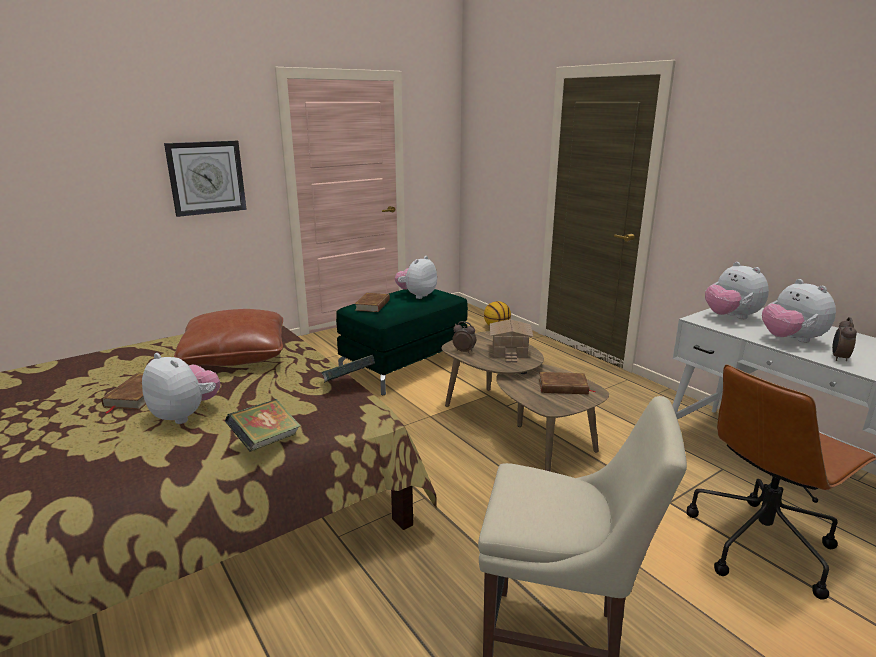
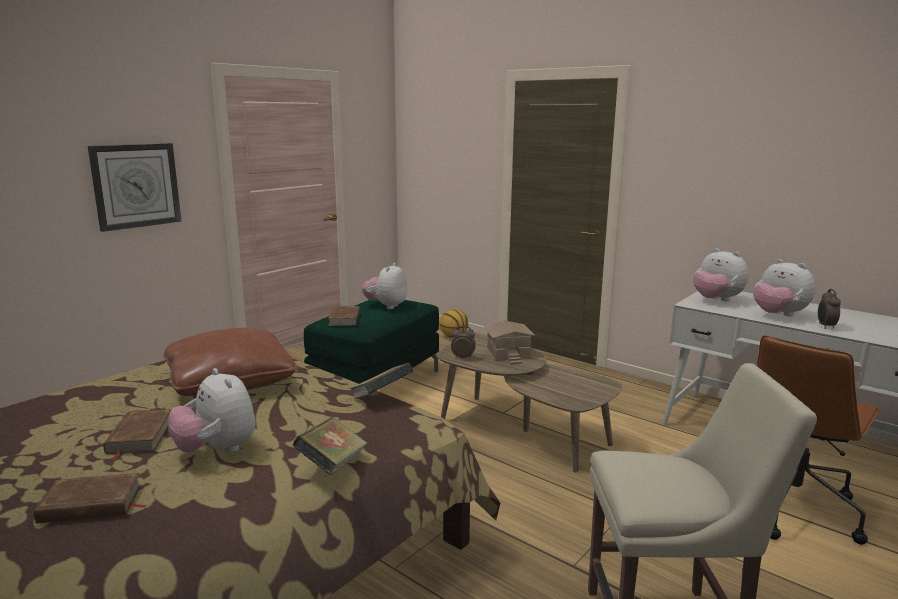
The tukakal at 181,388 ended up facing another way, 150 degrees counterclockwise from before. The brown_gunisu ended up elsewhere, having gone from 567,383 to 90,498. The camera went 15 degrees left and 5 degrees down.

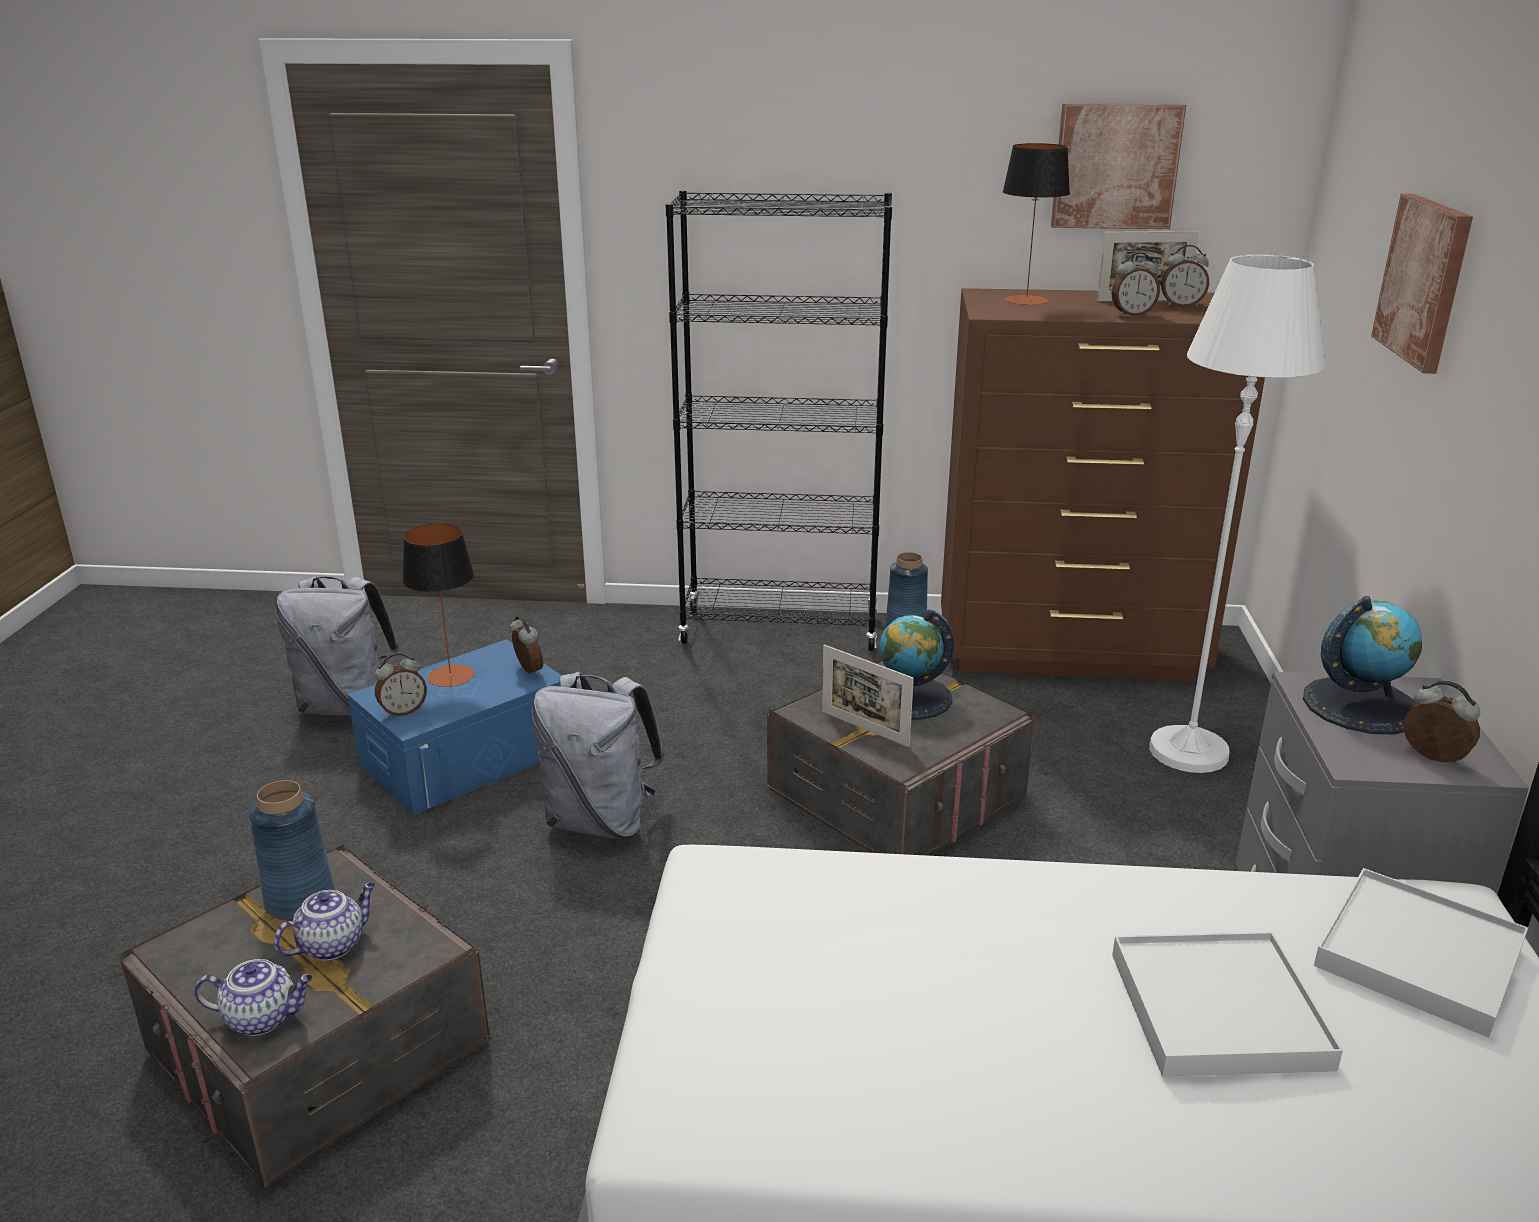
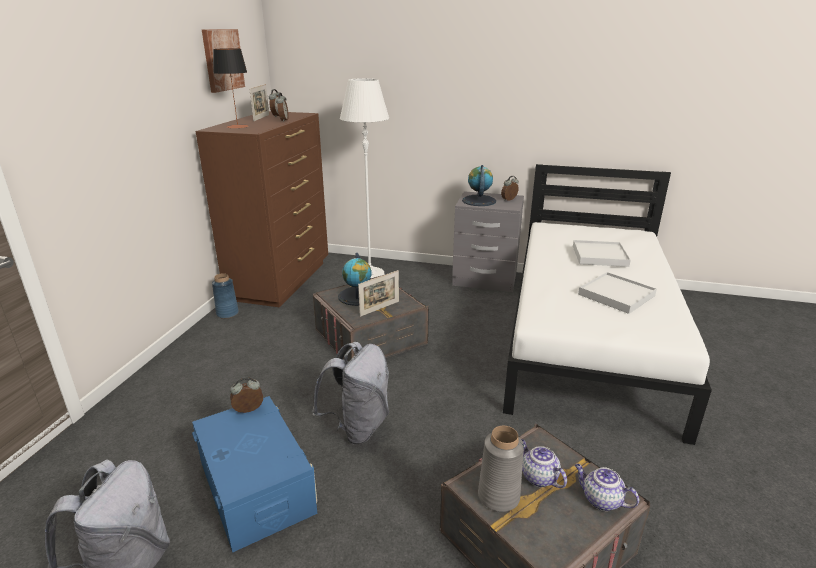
The second view lost the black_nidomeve at 779,420. The second view lost the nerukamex at 1422,284. The second view lost the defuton at 438,605. The second view lost the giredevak at 401,685. What was the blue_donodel at 292,850 turned into the grey_donodel at 501,469. The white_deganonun ended up elsewhere, having gone from 1421,953 to 617,293. The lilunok at 253,997 ended up facing another way, 60 degrees counterclockwise from before. The camera went 80 degrees left and 0 degrees up.

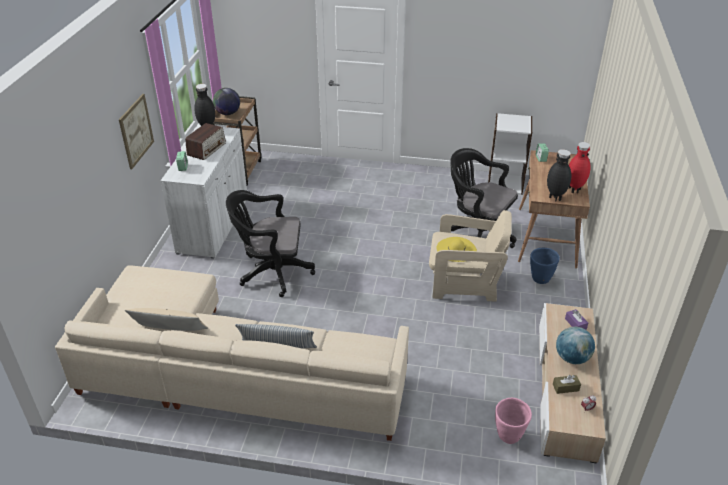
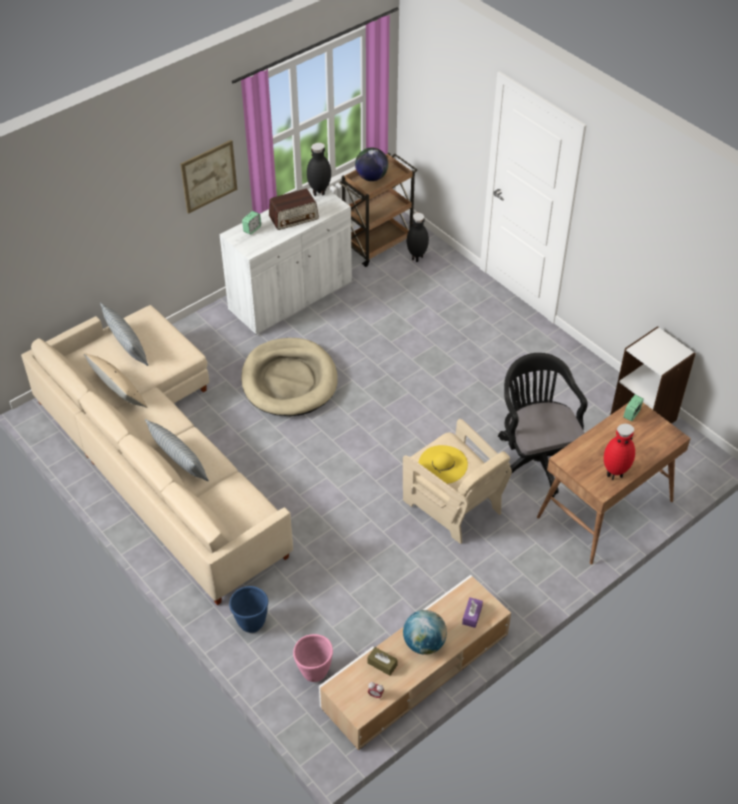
The black_donodel ended up elsewhere, having gone from 559,175 to 418,237. Where the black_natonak stood at 270,243, the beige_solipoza came to stand at 289,377. The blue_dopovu ended up elsewhere, having gone from 545,266 to 248,609. The second view gained the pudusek at 124,334. The camera went 40 degrees right and 10 degrees up.

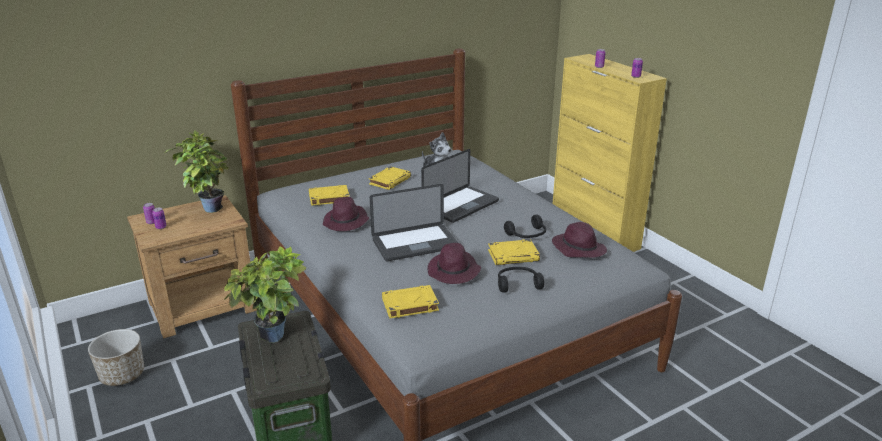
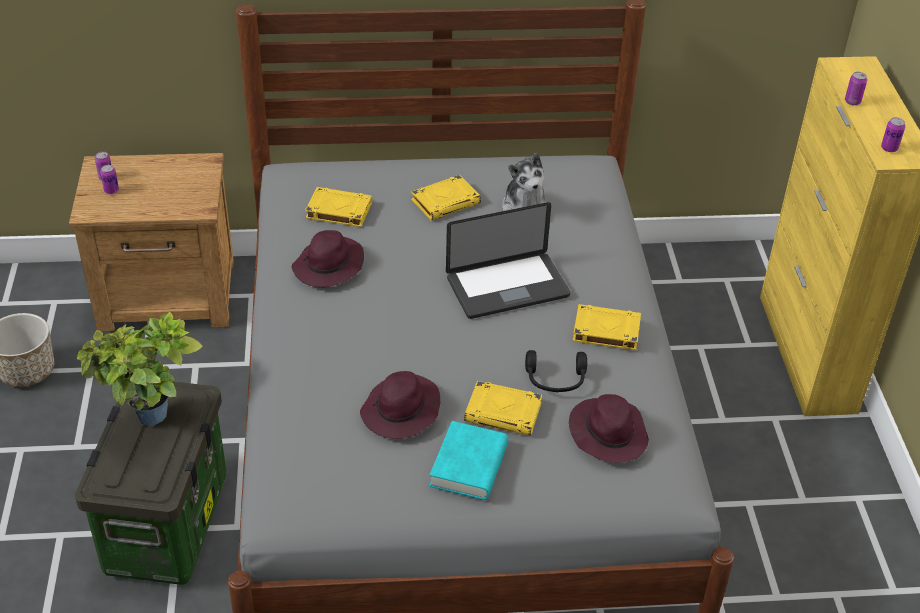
The second view lost the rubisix at 196,171. The second view lost the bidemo at 414,222. Where the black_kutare stood at 521,280, the turquoise_gunisu came to stand at 468,460. The yellow_gunisu ended up elsewhere, having gone from 410,301 to 607,327. The camera went 25 degrees right and 15 degrees up.

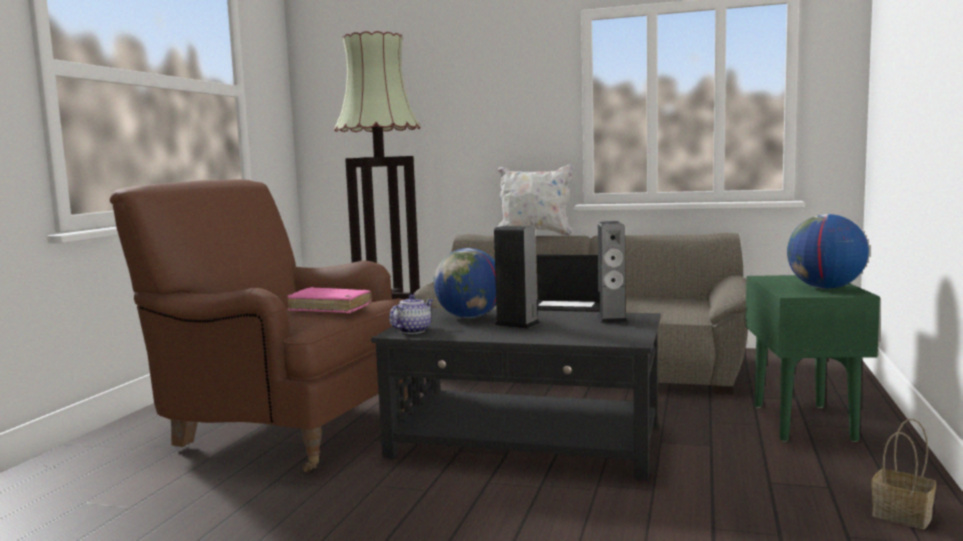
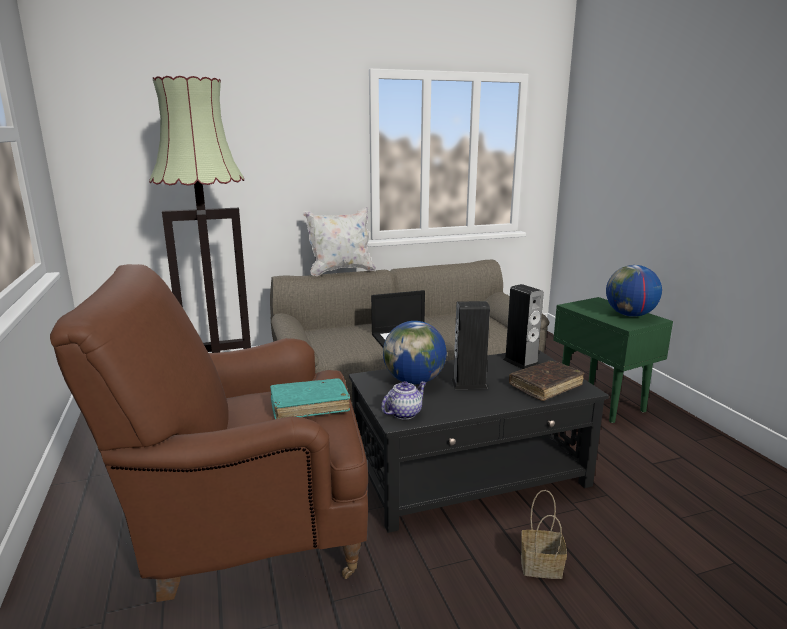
What was the pink_gunisu at 329,300 turned into the turquoise_gunisu at 310,398. The lilunok at 411,314 ended up facing another way, 45 degrees clockwise from before. The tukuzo ended up elsewhere, having gone from 903,474 to 544,534. The second view gained the brown_gunisu at 546,381. The camera went 35 degrees left and 10 degrees up.

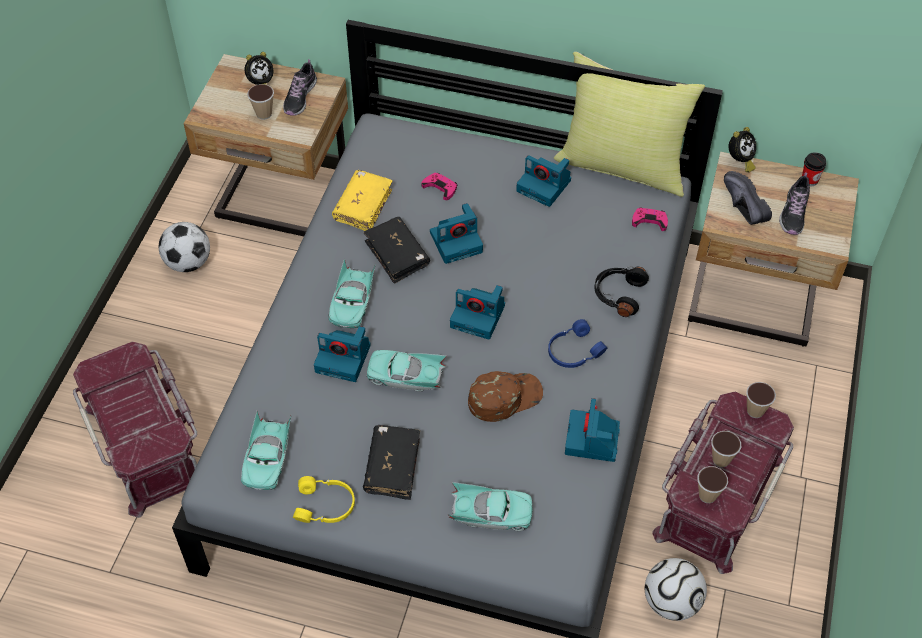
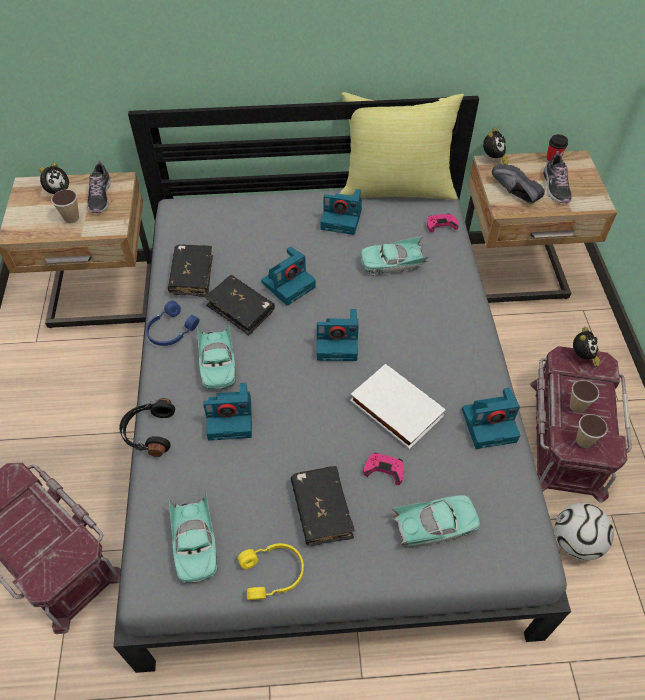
What was the yellow_gunisu at 362,200 turned into the black_gunisu at 190,271. The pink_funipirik ended up elsewhere, having gone from 439,186 to 384,469. The second view lost the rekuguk at 184,247. The black_kutare ended up elsewhere, having gone from 621,291 to 147,427. The blue_kutare ended up elsewhere, having gone from 577,343 to 173,323. The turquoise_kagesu ended up elsewhere, having gone from 407,371 to 395,255. Where the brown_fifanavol stood at 505,396, the white_gunisu came to stand at 398,406. Where the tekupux stood at 761,400, the giredevak came to stand at 586,347. The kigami at 592,430 ended up facing another way, 90 degrees counterclockwise from before. The camera went 20 degrees left and 0 degrees up.

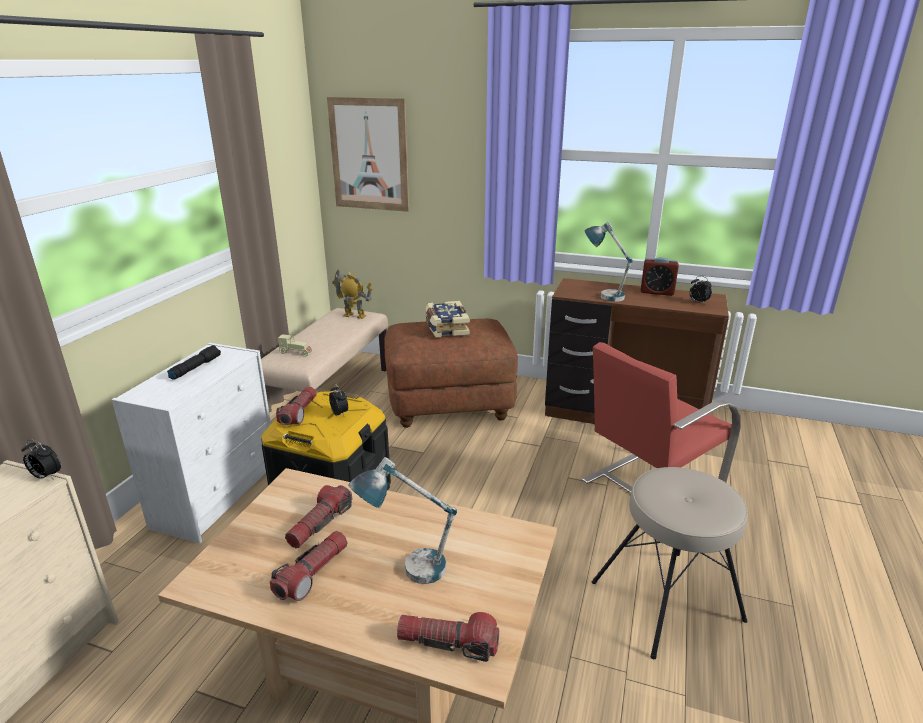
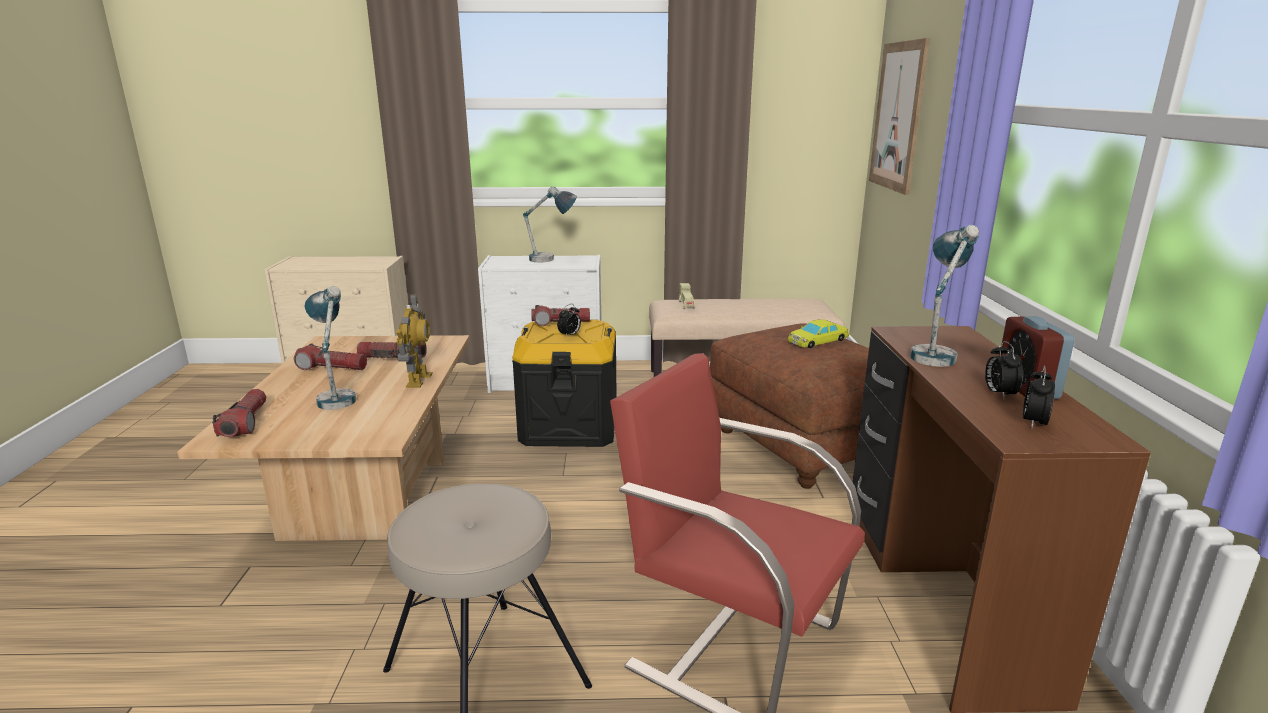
The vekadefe ended up elsewhere, having gone from 352,293 to 414,341. Where the gunisu stood at 448,319, the yellow_kagesu came to stand at 818,333. Where the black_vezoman stood at 194,362, the defuton came to stand at 550,224. The giredevak ended up elsewhere, having gone from 41,459 to 1004,370. The camera went 70 degrees right and 5 degrees down.

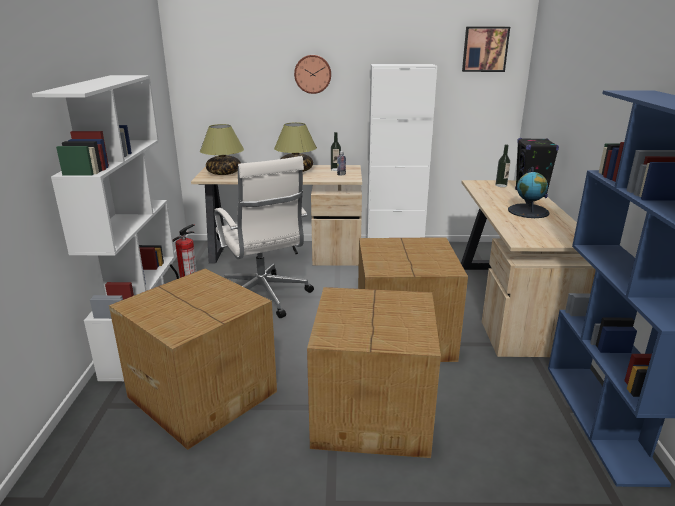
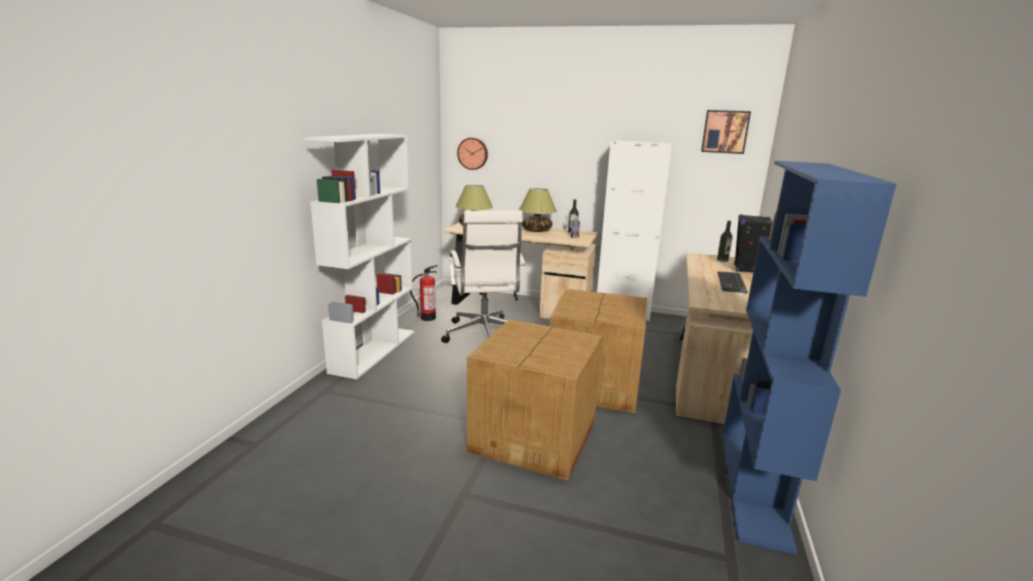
The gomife ended up elsewhere, having gone from 312,74 to 472,154. Where the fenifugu stood at 529,192, the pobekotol came to stand at 732,282. The second view lost the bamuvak at 193,359. The camera went 15 degrees right and 5 degrees down.

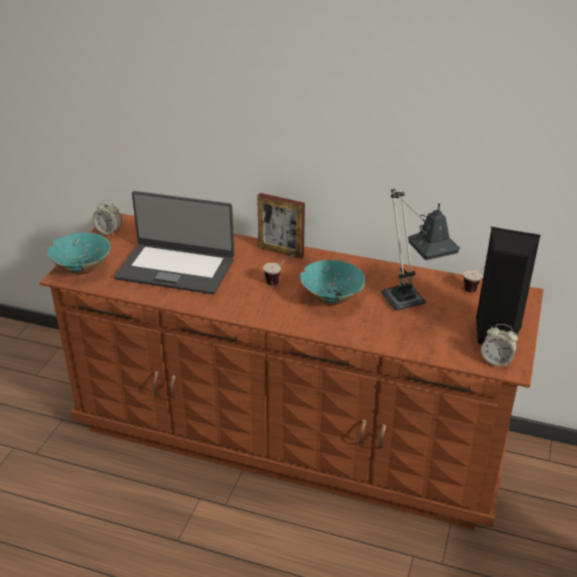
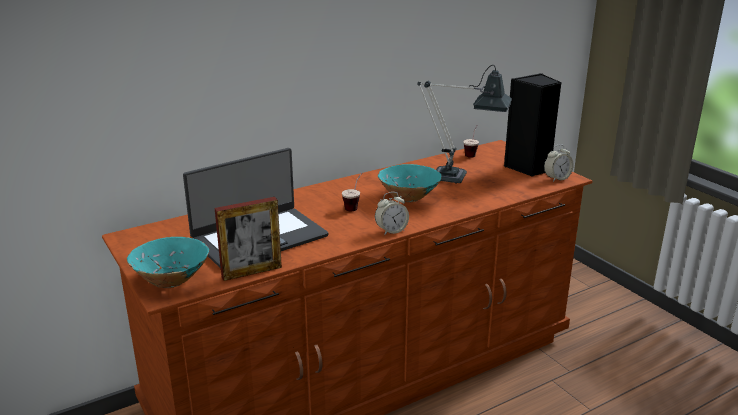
The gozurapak ended up elsewhere, having gone from 281,226 to 248,239. The giredevak ended up elsewhere, having gone from 107,218 to 392,213. The camera went 50 degrees left and 10 degrees down.

